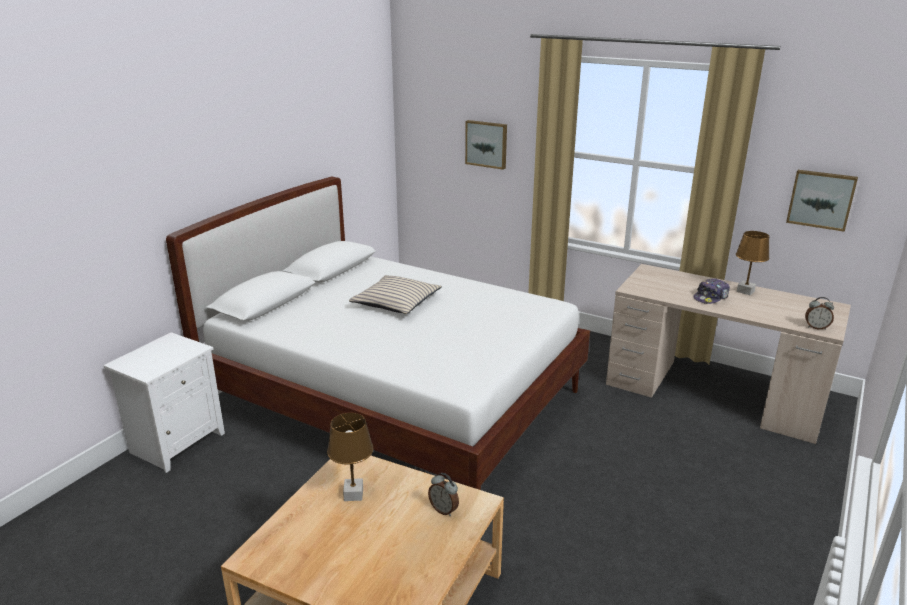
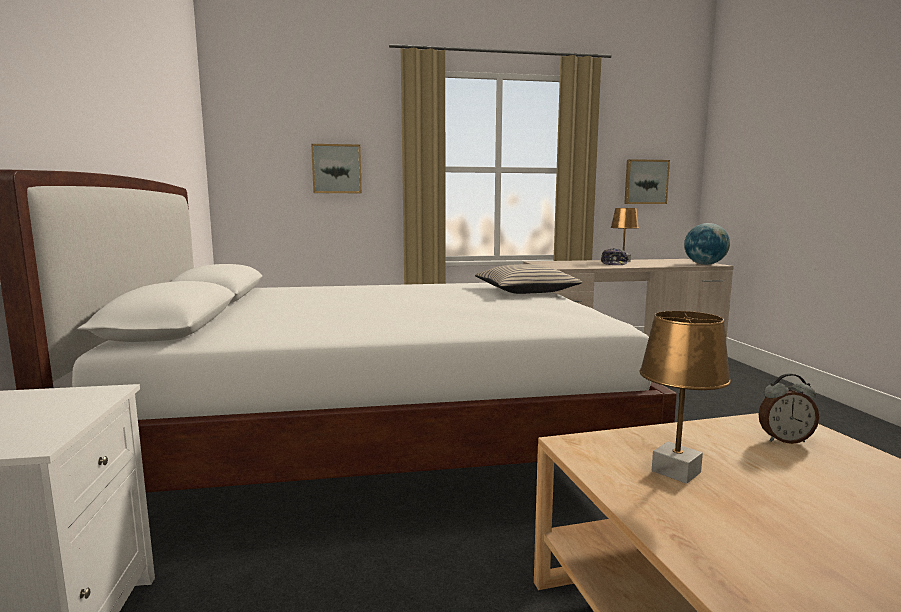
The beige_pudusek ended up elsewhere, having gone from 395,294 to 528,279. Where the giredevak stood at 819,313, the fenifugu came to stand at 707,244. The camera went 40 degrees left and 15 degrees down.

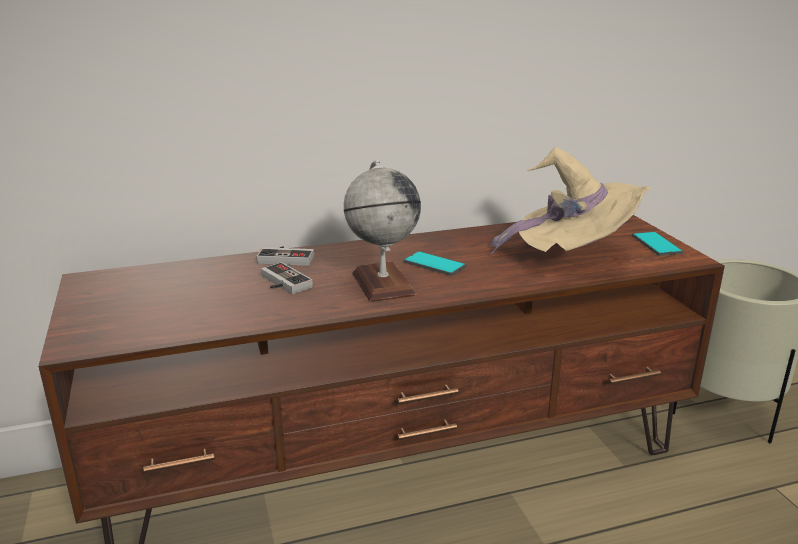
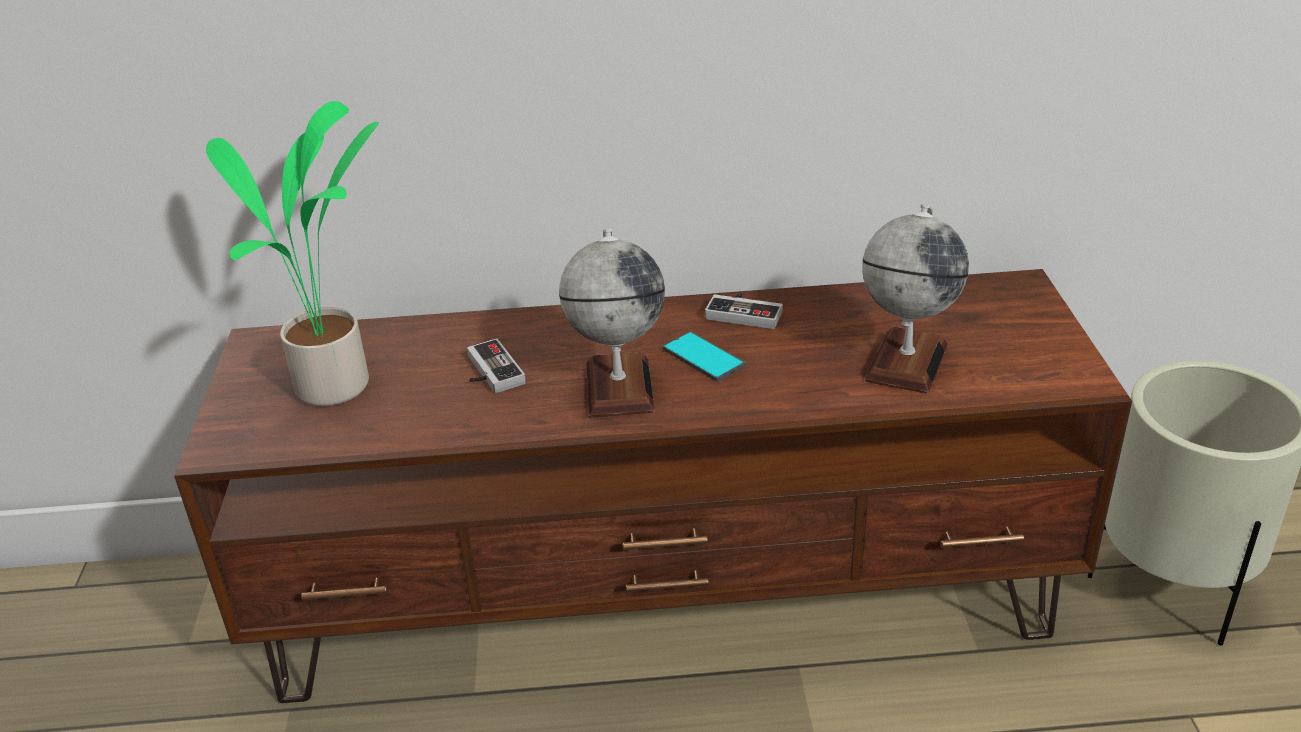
Where the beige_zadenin stood at 570,201, the fenifugu came to stand at 915,299. The second view lost the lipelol at 657,243. The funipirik ended up elsewhere, having gone from 285,256 to 744,311. The second view gained the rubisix at 292,253. The camera went 15 degrees right and 10 degrees up.

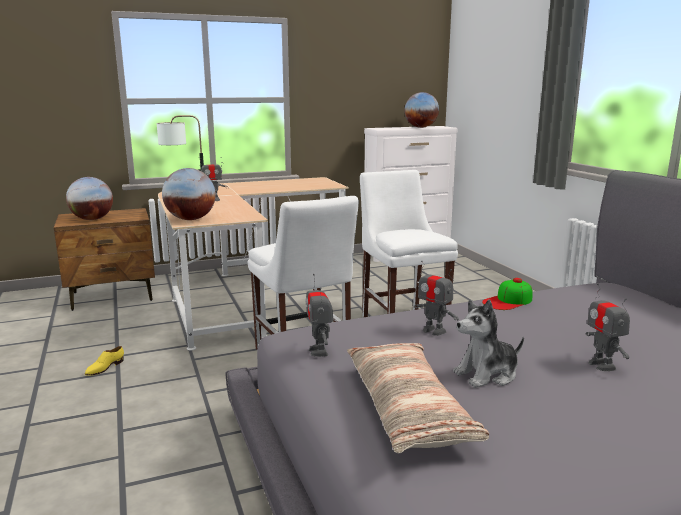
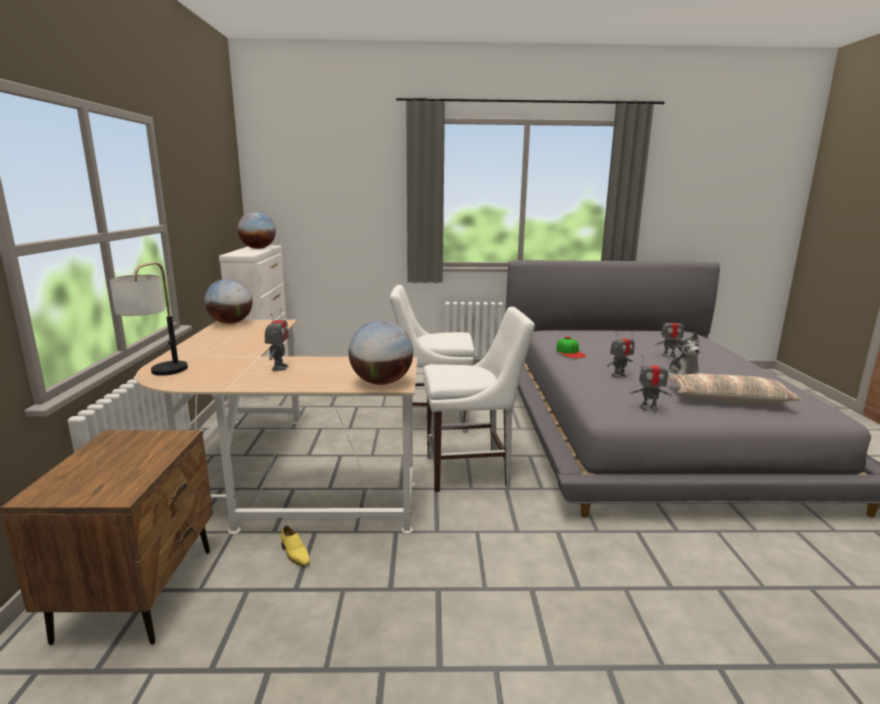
The fenifugu ended up elsewhere, having gone from 89,198 to 228,301. The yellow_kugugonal ended up elsewhere, having gone from 104,361 to 295,546. The camera went 70 degrees left and 0 degrees up.

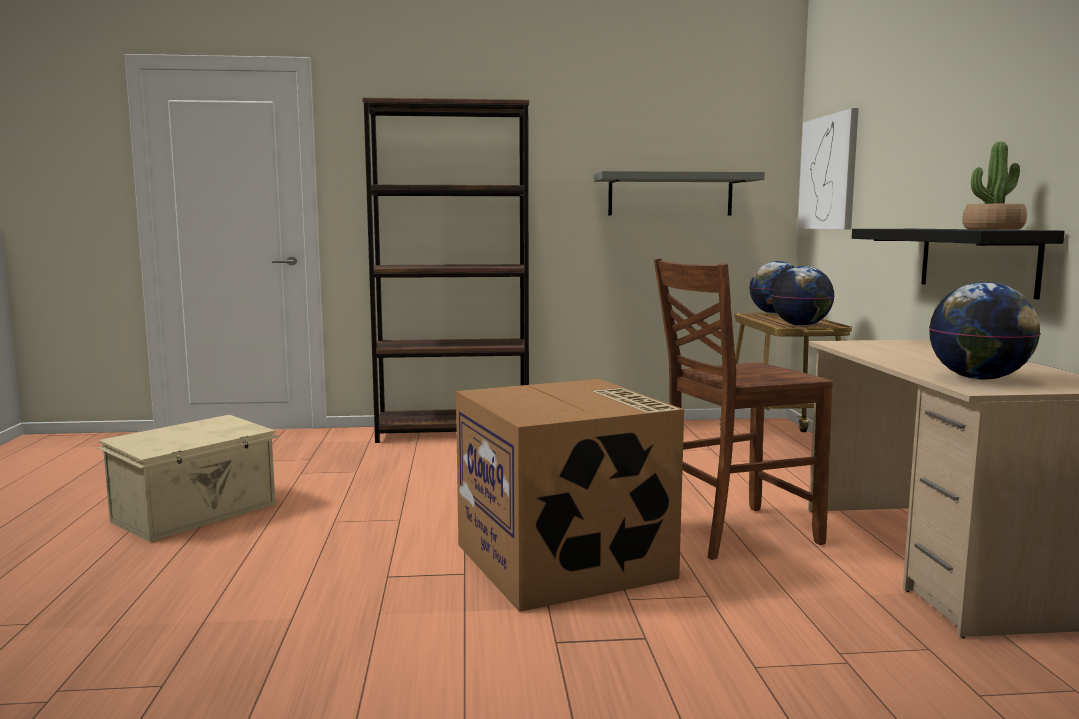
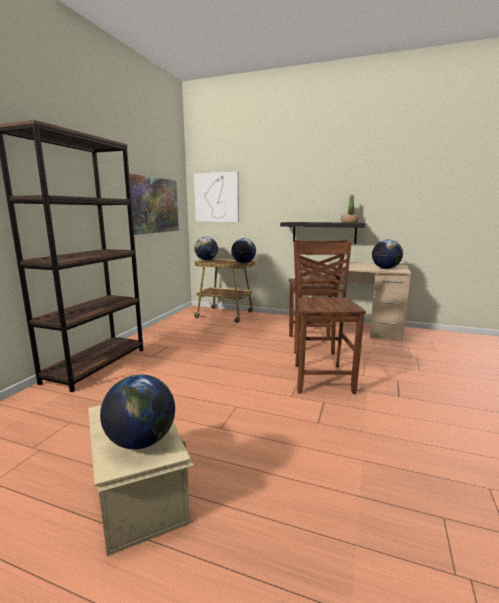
Where the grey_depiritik hung at 679,193, the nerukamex came to hang at 154,204. Where the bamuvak stood at 570,495, the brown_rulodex came to stand at 330,318. The second view gained the fenifugu at 137,412. The camera went 65 degrees left and 5 degrees up.

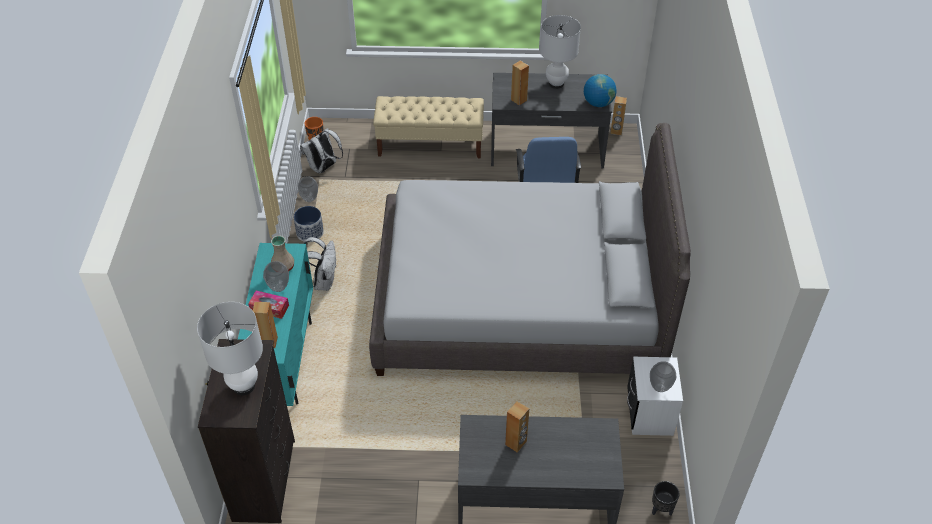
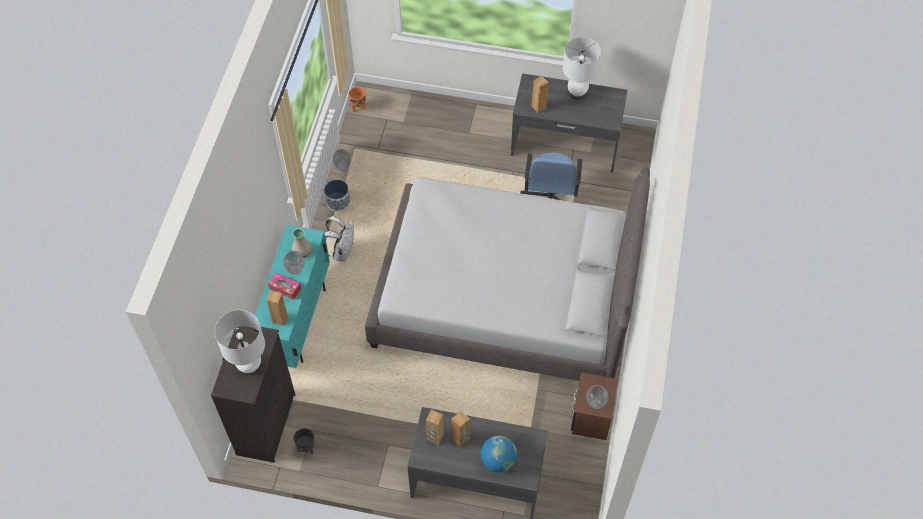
The fenifugu ended up elsewhere, having gone from 600,90 to 499,454. The second view lost the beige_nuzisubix at 428,127. The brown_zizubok ended up elsewhere, having gone from 618,115 to 435,427. The second view lost the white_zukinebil at 321,150. What was the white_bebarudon at 655,396 turned into the brown_bebarudon at 594,406. The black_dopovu ended up elsewhere, having gone from 666,498 to 304,441. The camera went 10 degrees right and 10 degrees up.

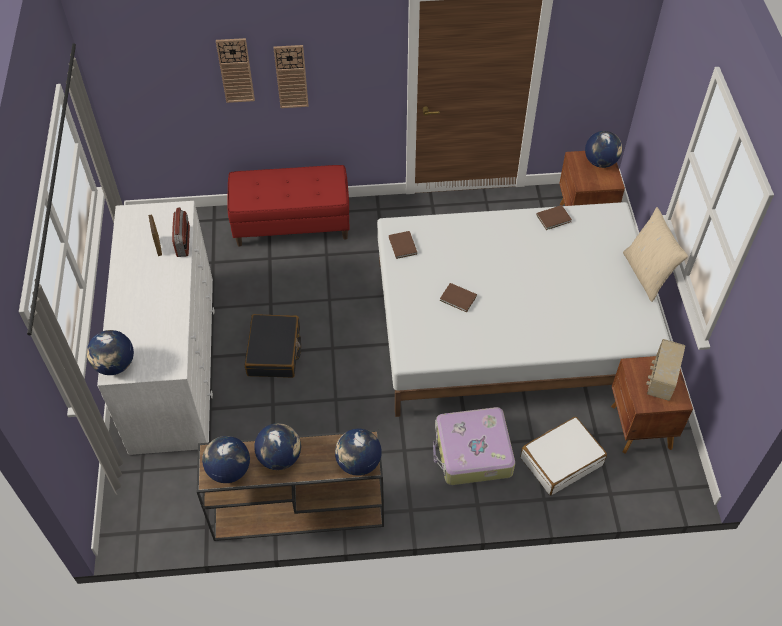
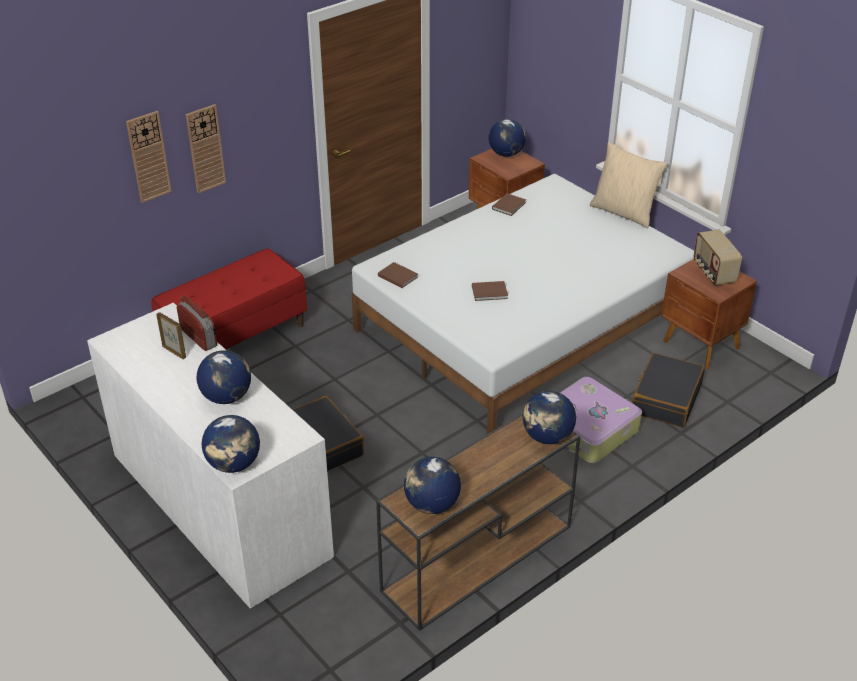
What was the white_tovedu at 563,456 turned into the black_tovedu at 668,390. The fenifugu ended up elsewhere, having gone from 277,446 to 224,377. The camera went 35 degrees left and 15 degrees down.

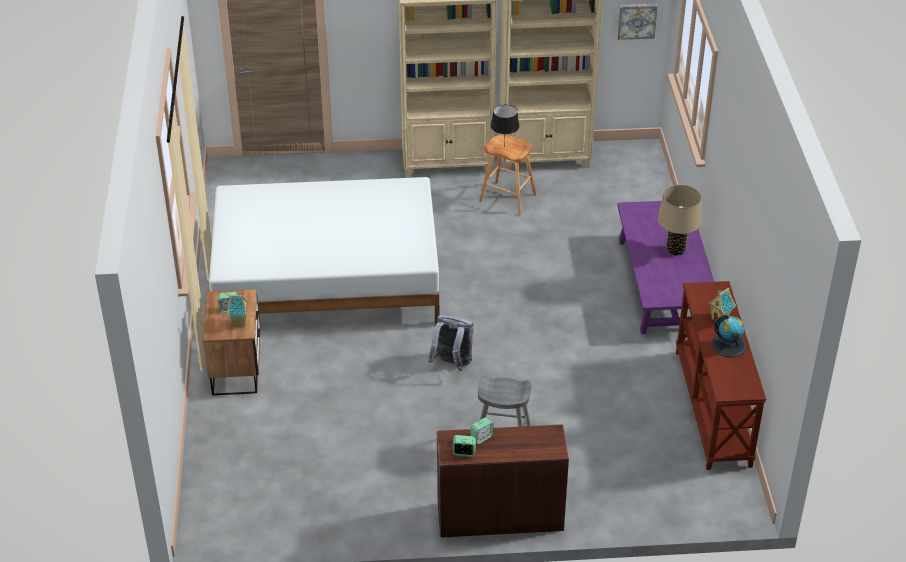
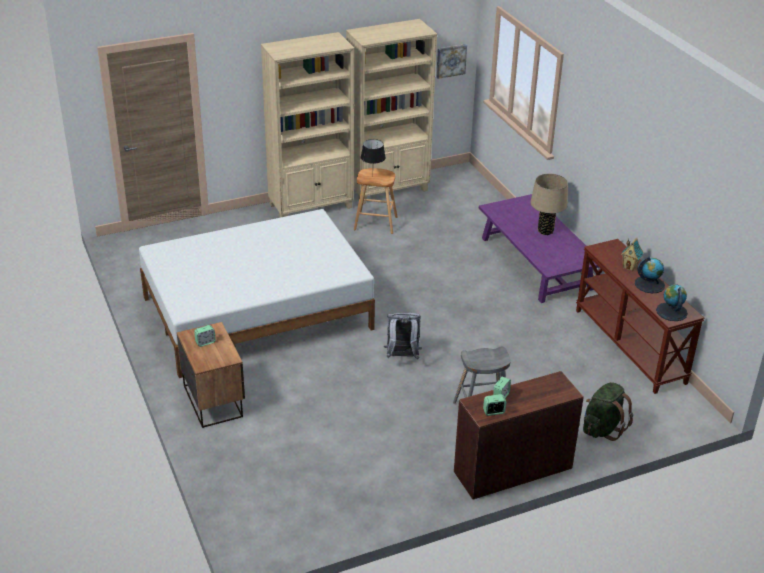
The second view lost the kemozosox at 238,309. The second view gained the fenifugu at 672,303. The second view gained the green_zukinebil at 608,411. The camera went 20 degrees left and 5 degrees down.

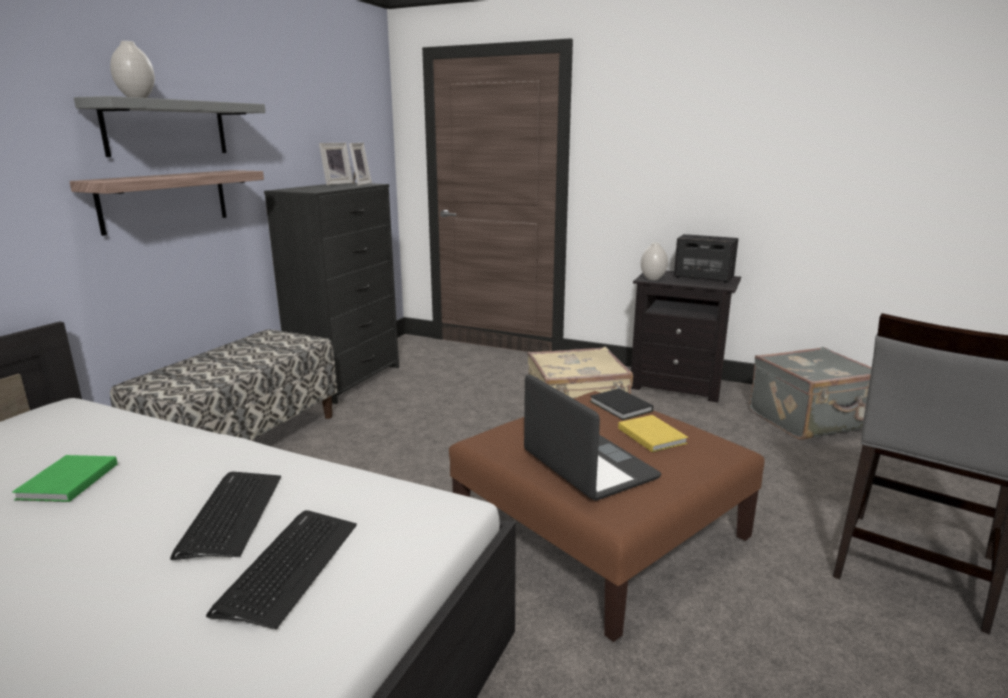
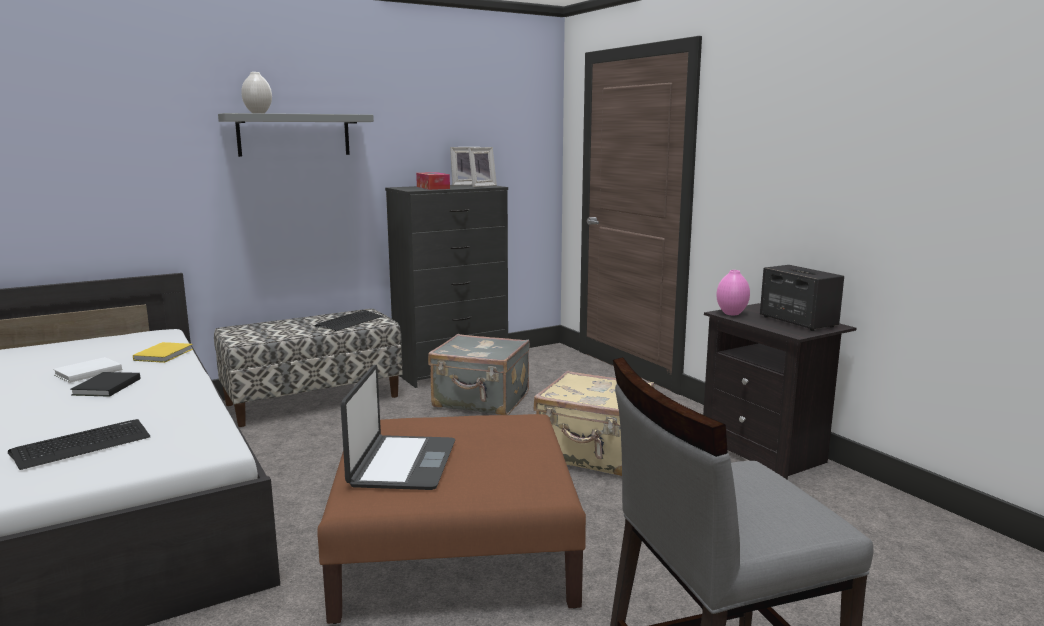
The second view lost the depiritik at 166,203. What was the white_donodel at 654,261 turned into the pink_donodel at 733,292. The grey_tovedu ended up elsewhere, having gone from 810,393 to 479,374. The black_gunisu ended up elsewhere, having gone from 621,404 to 105,384. The yellow_gunisu ended up elsewhere, having gone from 653,433 to 163,352. What was the green_gunisu at 65,478 turned into the white_gunisu at 87,370. The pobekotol ended up elsewhere, having gone from 225,516 to 349,320. The second view gained the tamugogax at 433,181. The camera went 35 degrees right and 5 degrees down.

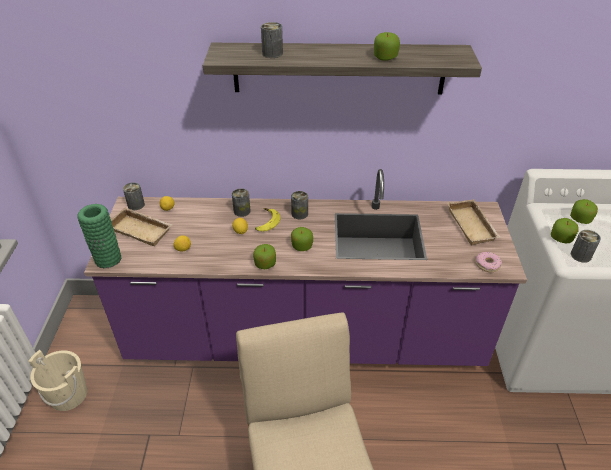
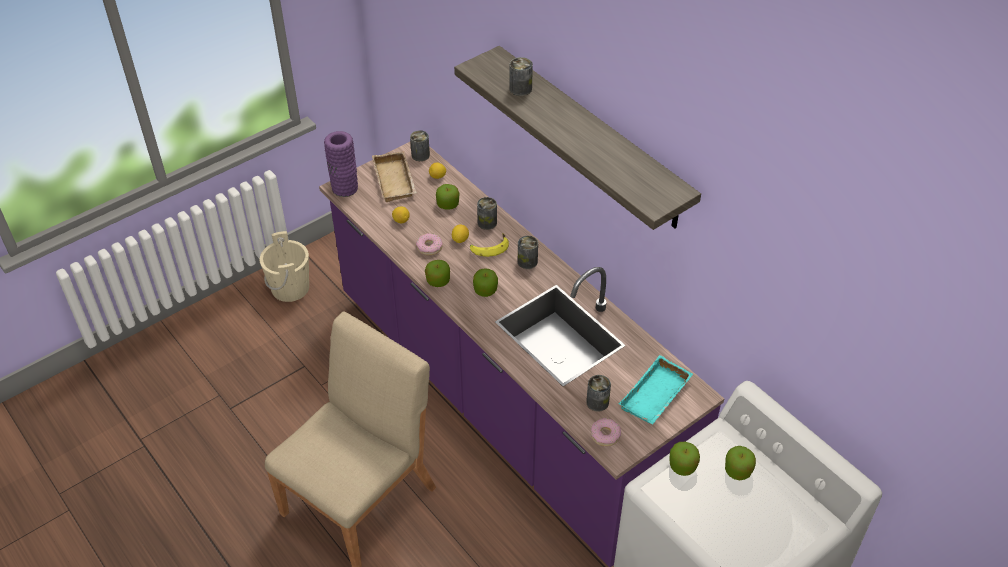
The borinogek ended up elsewhere, having gone from 387,46 to 448,197. What was the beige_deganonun at 474,222 turned into the turquoise_deganonun at 656,389. What was the green_donodel at 99,236 turned into the purple_donodel at 341,164. The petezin ended up elsewhere, having gone from 586,246 to 598,393. The second view gained the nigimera at 429,244. The camera went 50 degrees right and 5 degrees up.

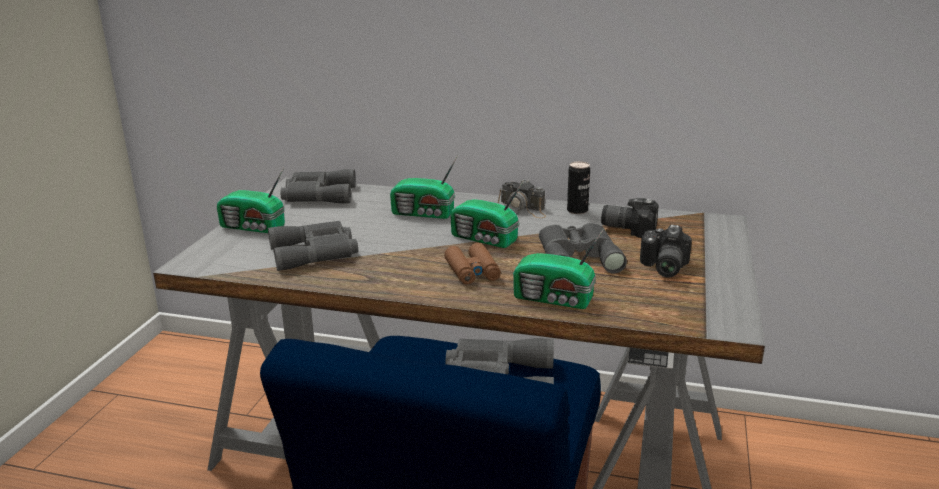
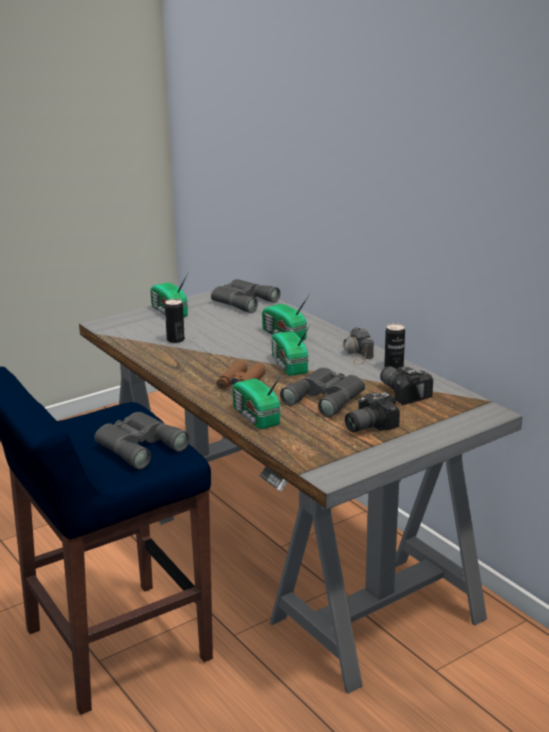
Where the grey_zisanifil stood at 313,246, the petezin came to stand at 175,321. The camera went 40 degrees right and 0 degrees up.

